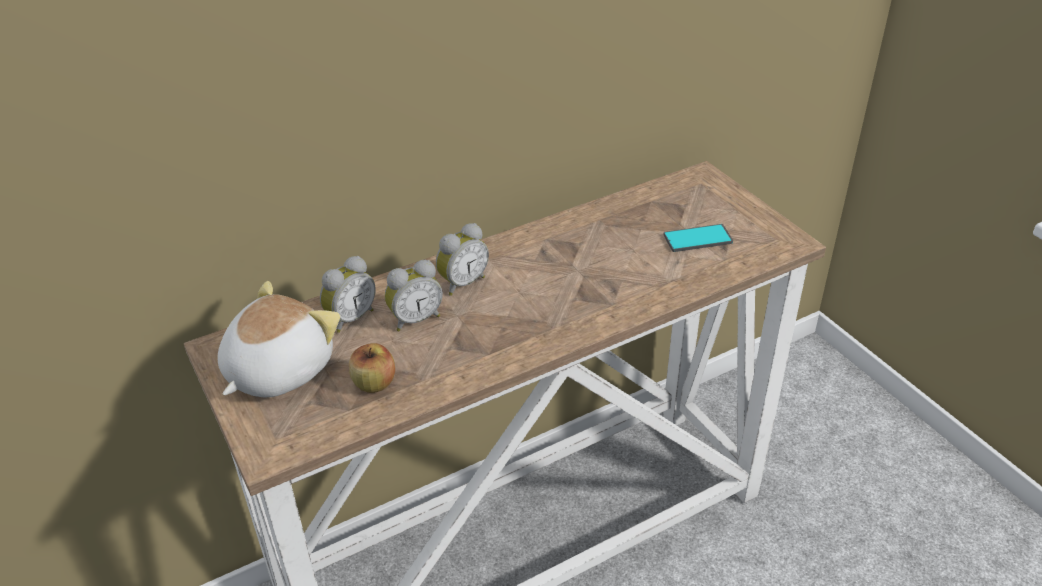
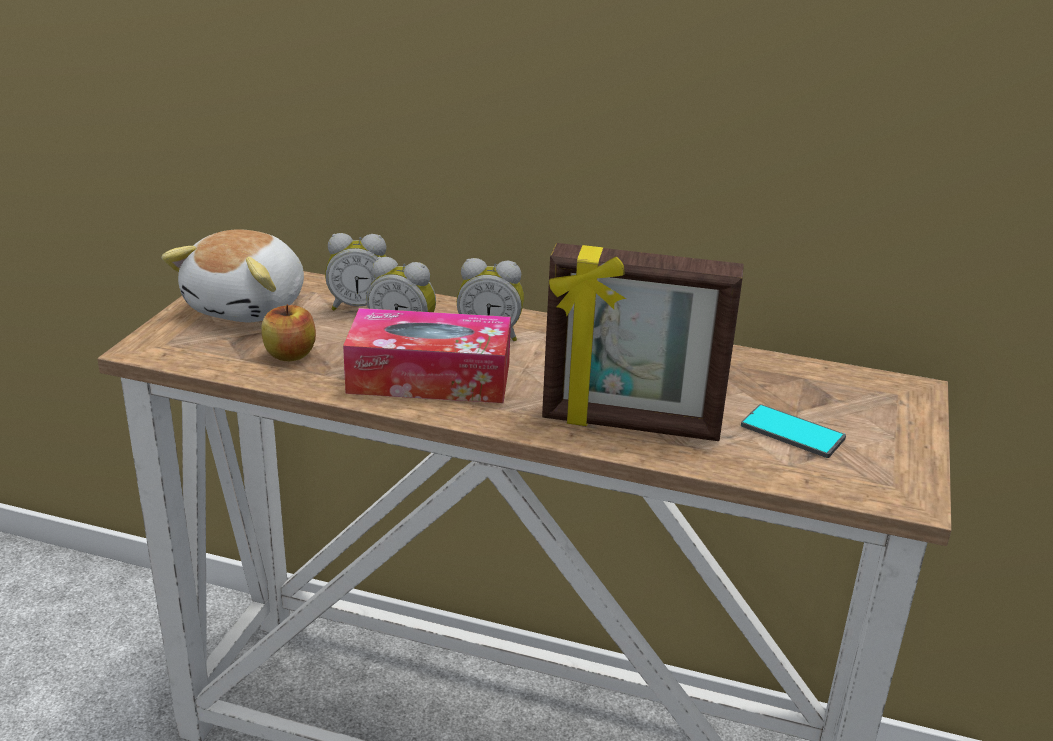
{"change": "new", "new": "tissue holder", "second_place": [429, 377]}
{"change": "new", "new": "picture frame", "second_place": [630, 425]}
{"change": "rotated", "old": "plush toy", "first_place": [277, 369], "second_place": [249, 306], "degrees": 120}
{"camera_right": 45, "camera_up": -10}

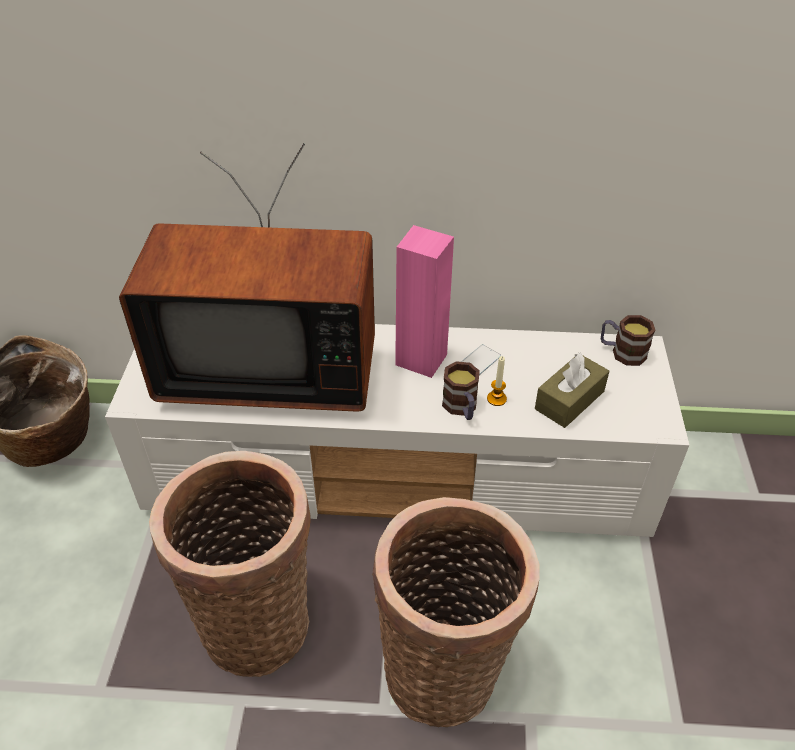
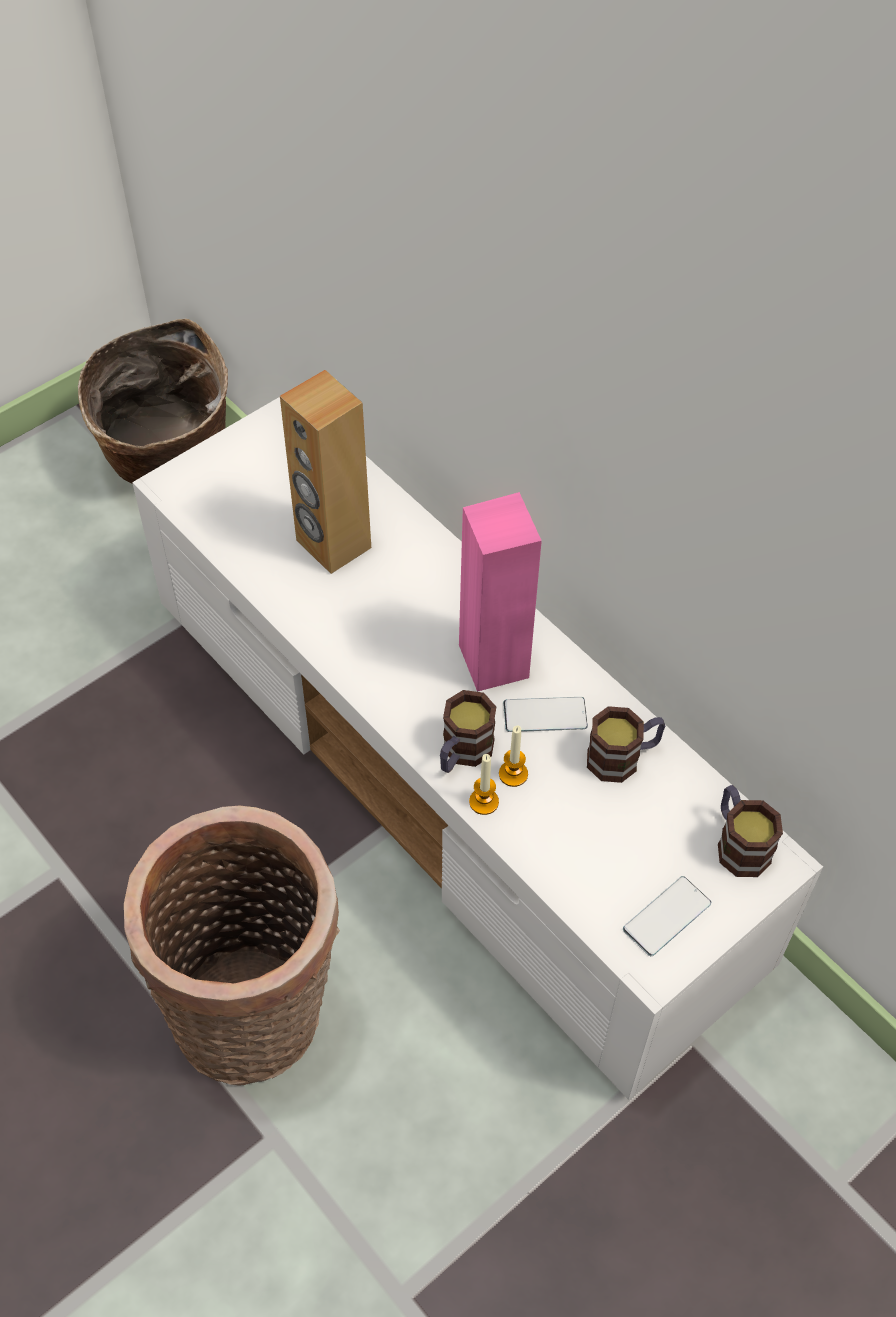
{"change": "gone", "old": "storage basket", "first_place": [256, 619]}
{"change": "gone", "old": "brown-coloured tissue holder", "first_place": [569, 400]}
{"change": "new", "new": "wax candle", "second_place": [484, 802]}
{"change": "new", "new": "coffee mug", "second_place": [623, 757]}
{"change": "new", "new": "telephone", "second_place": [667, 916]}
{"change": "swapped", "old": "TV", "new": "brown-coloured loudspeaker", "first_place": [269, 367], "second_place": [332, 544]}
{"camera_right": 45, "camera_up": 10}

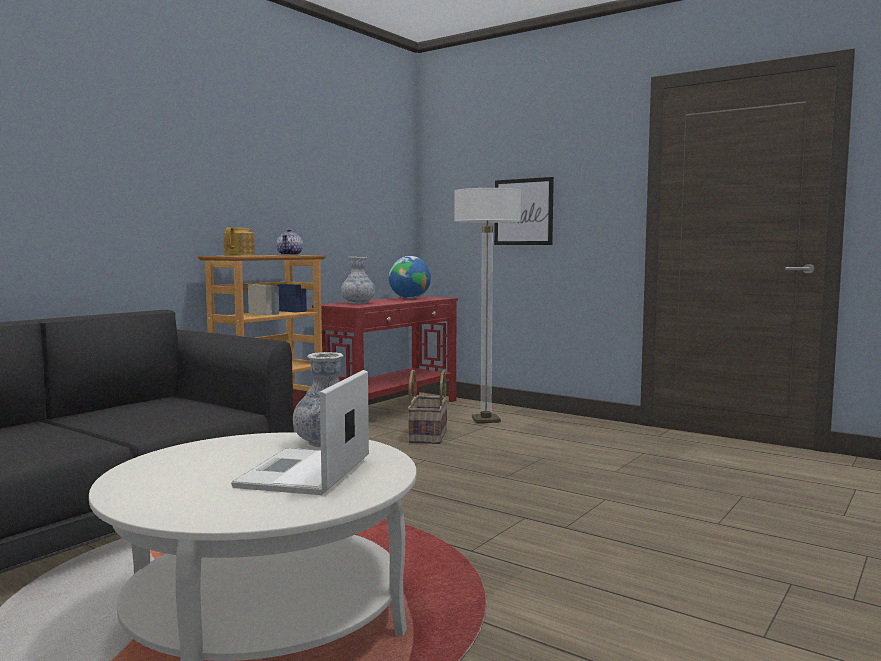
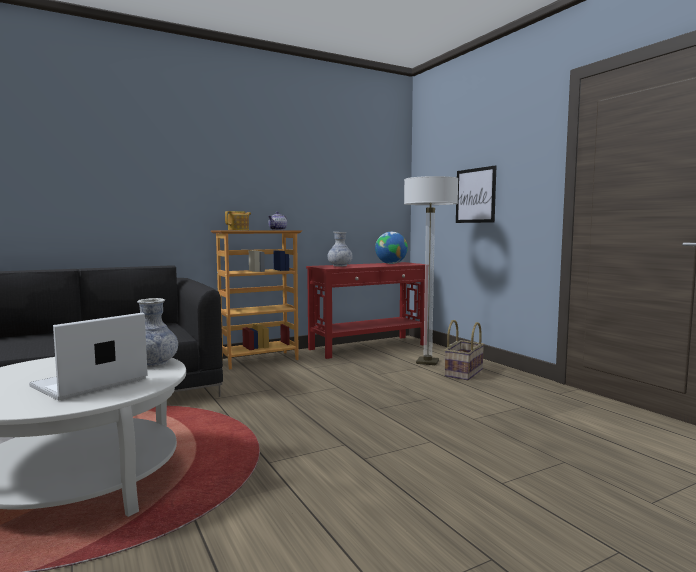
{"change": "shifted", "old": "storage basket", "first_place": [427, 436], "second_place": [463, 372]}
{"camera_right": 25, "camera_up": 0}

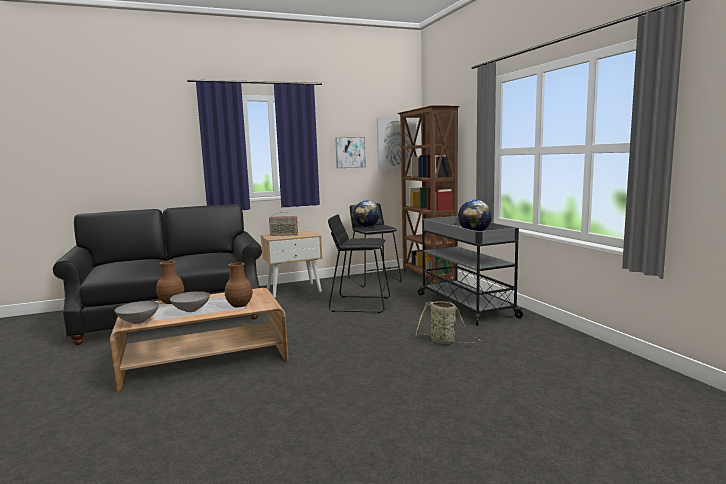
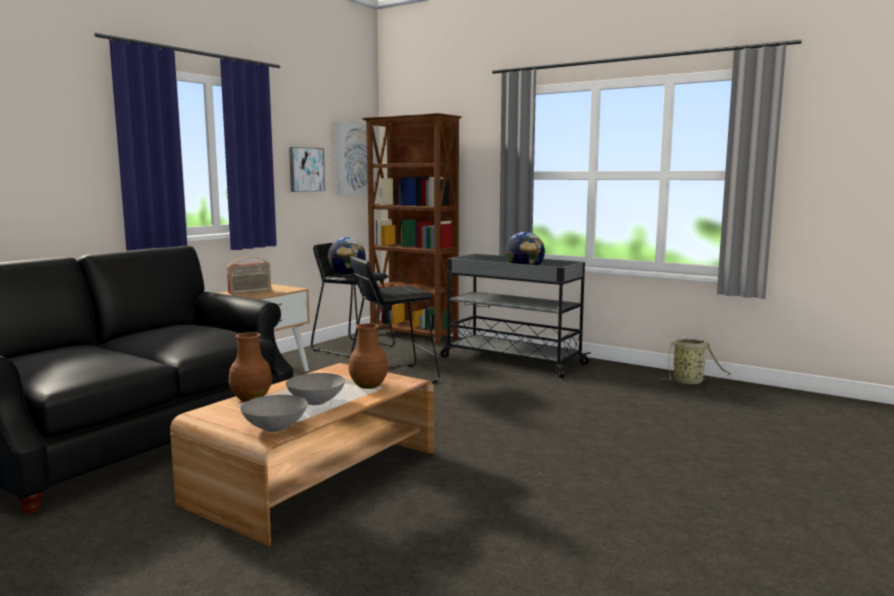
{"change": "shifted", "old": "storage basket", "first_place": [444, 341], "second_place": [690, 382]}
{"camera_right": -35, "camera_up": 0}

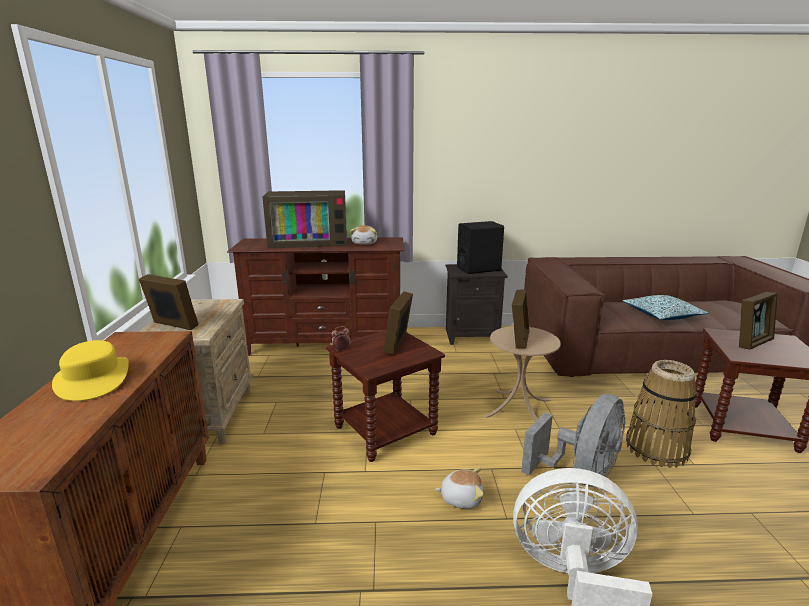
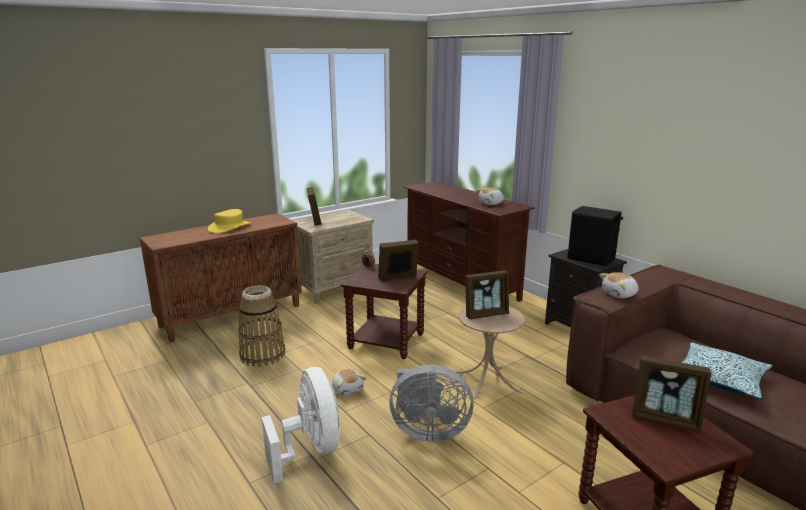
{"change": "gone", "old": "TV", "first_place": [310, 242]}
{"change": "new", "new": "plush toy", "second_place": [619, 294]}
{"change": "shifted", "old": "storage basket", "first_place": [656, 449], "second_place": [262, 355]}
{"camera_right": 55, "camera_up": 0}

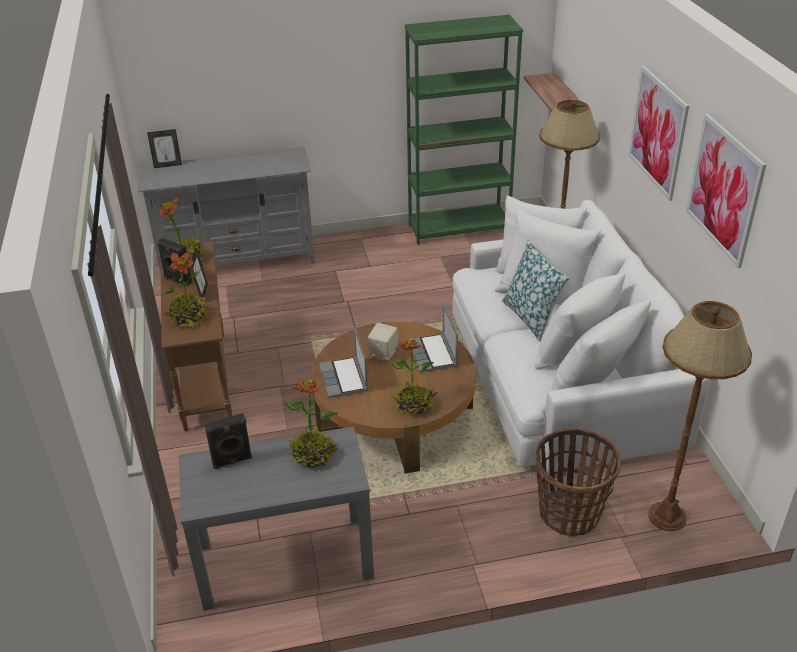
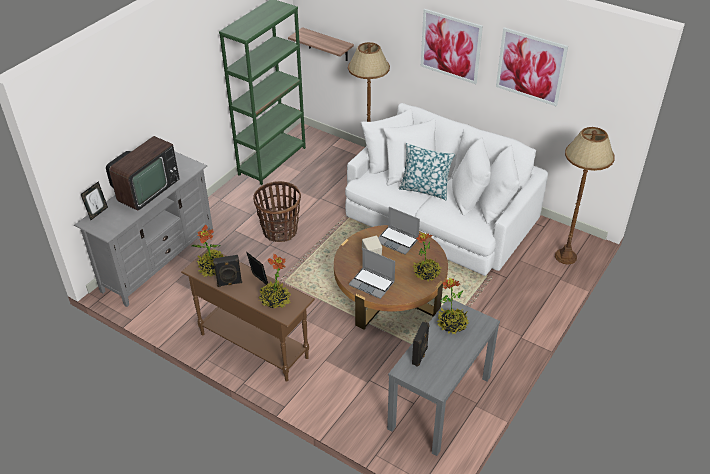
{"change": "new", "new": "TV", "second_place": [145, 189]}
{"change": "shifted", "old": "storage basket", "first_place": [569, 513], "second_place": [280, 231]}
{"camera_right": -45, "camera_up": 5}

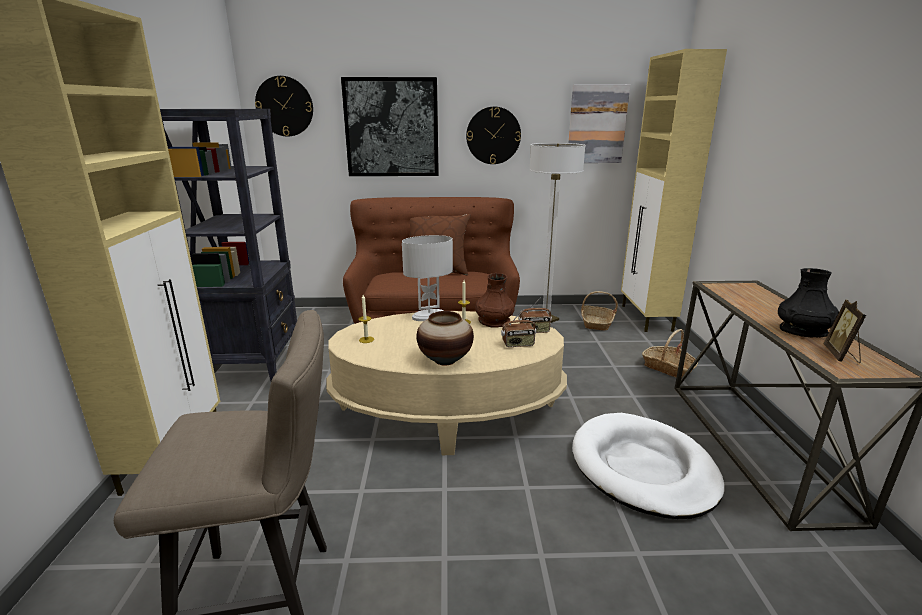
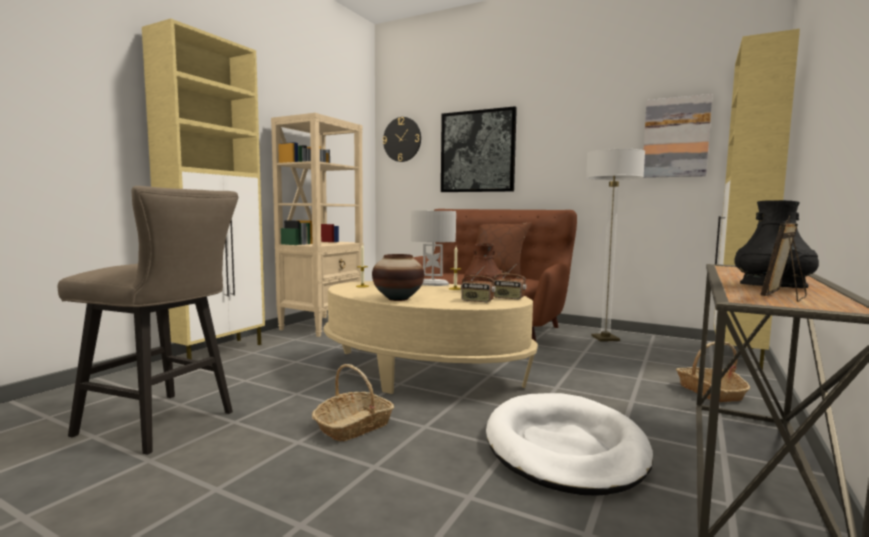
{"change": "gone", "old": "clock on the wall", "first_place": [493, 135]}
{"change": "shifted", "old": "storage basket", "first_place": [596, 323], "second_place": [354, 426]}
{"change": "repainted", "old": "blackish bookcase", "new": "beige bookcase", "first_place": [258, 368], "second_place": [322, 326]}
{"camera_right": 30, "camera_up": -15}

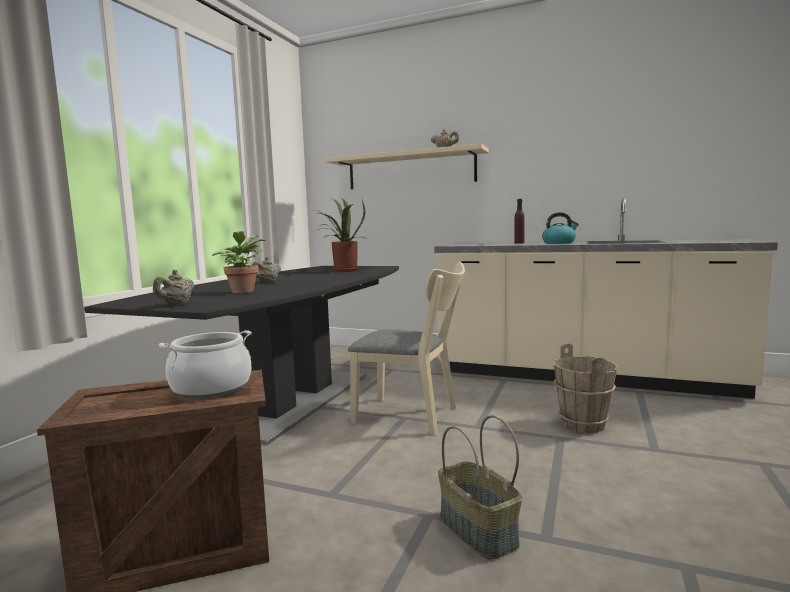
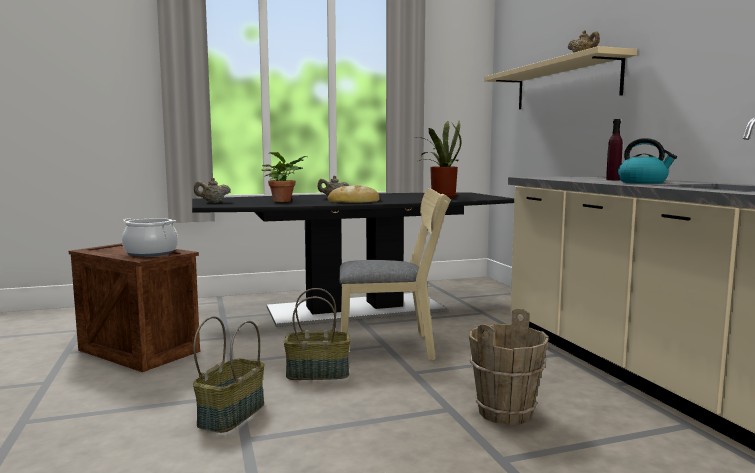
{"change": "new", "new": "storage basket", "second_place": [318, 373]}
{"change": "new", "new": "baked bread", "second_place": [354, 201]}
{"change": "rotated", "old": "beige upright chair", "first_place": [413, 416], "second_place": [394, 347], "degrees": -75}
{"camera_right": 50, "camera_up": 0}

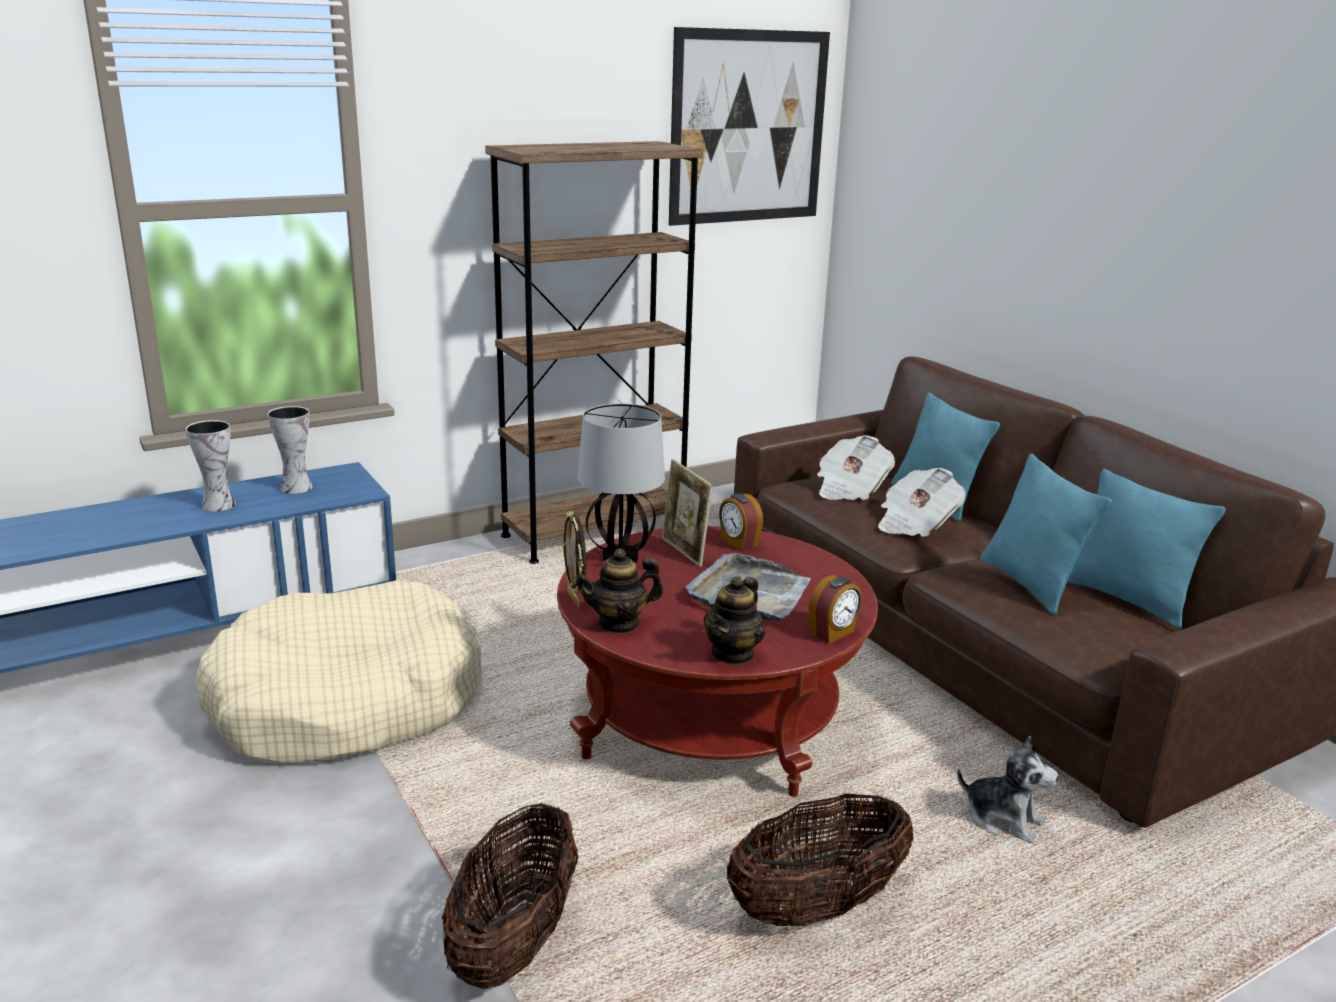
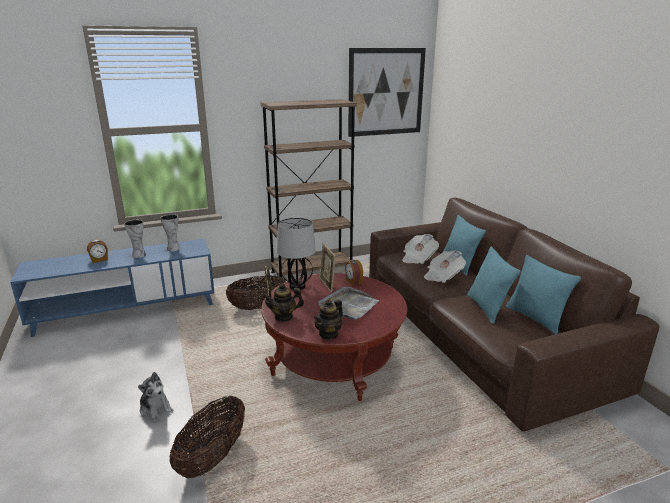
{"change": "gone", "old": "beige pet bed", "first_place": [346, 702]}
{"change": "shifted", "old": "storage basket", "first_place": [817, 906], "second_place": [258, 307]}
{"change": "shifted", "old": "table clock", "first_place": [833, 633], "second_place": [99, 260]}
{"change": "shifted", "old": "plush toy", "first_place": [1003, 819], "second_place": [156, 409]}
{"camera_right": 10, "camera_up": 0}

